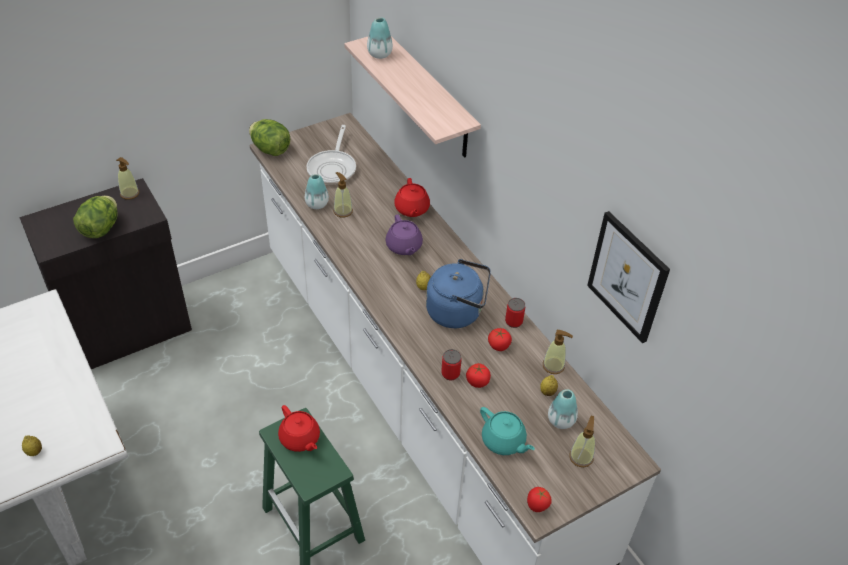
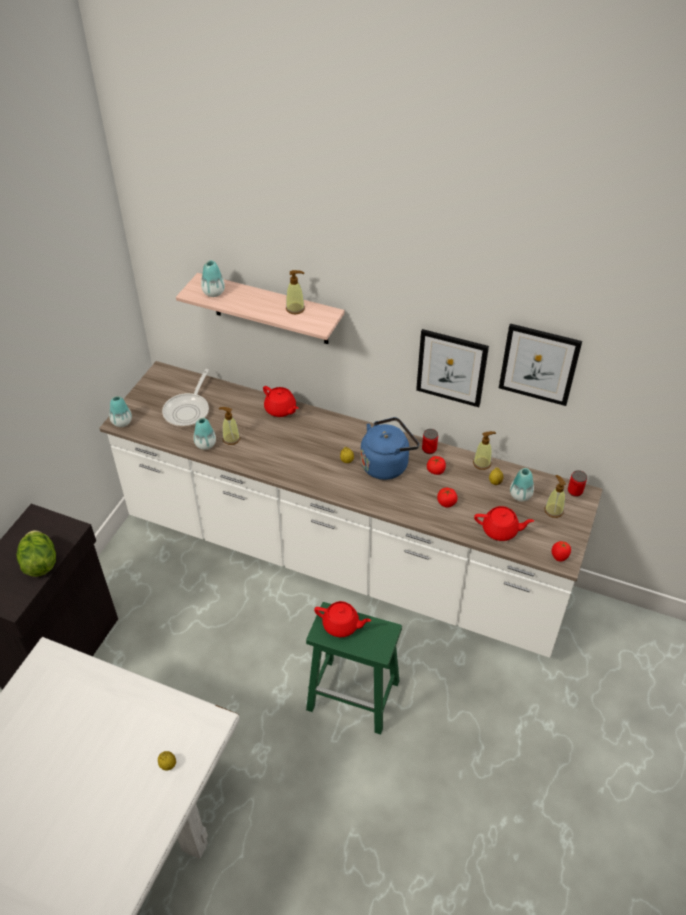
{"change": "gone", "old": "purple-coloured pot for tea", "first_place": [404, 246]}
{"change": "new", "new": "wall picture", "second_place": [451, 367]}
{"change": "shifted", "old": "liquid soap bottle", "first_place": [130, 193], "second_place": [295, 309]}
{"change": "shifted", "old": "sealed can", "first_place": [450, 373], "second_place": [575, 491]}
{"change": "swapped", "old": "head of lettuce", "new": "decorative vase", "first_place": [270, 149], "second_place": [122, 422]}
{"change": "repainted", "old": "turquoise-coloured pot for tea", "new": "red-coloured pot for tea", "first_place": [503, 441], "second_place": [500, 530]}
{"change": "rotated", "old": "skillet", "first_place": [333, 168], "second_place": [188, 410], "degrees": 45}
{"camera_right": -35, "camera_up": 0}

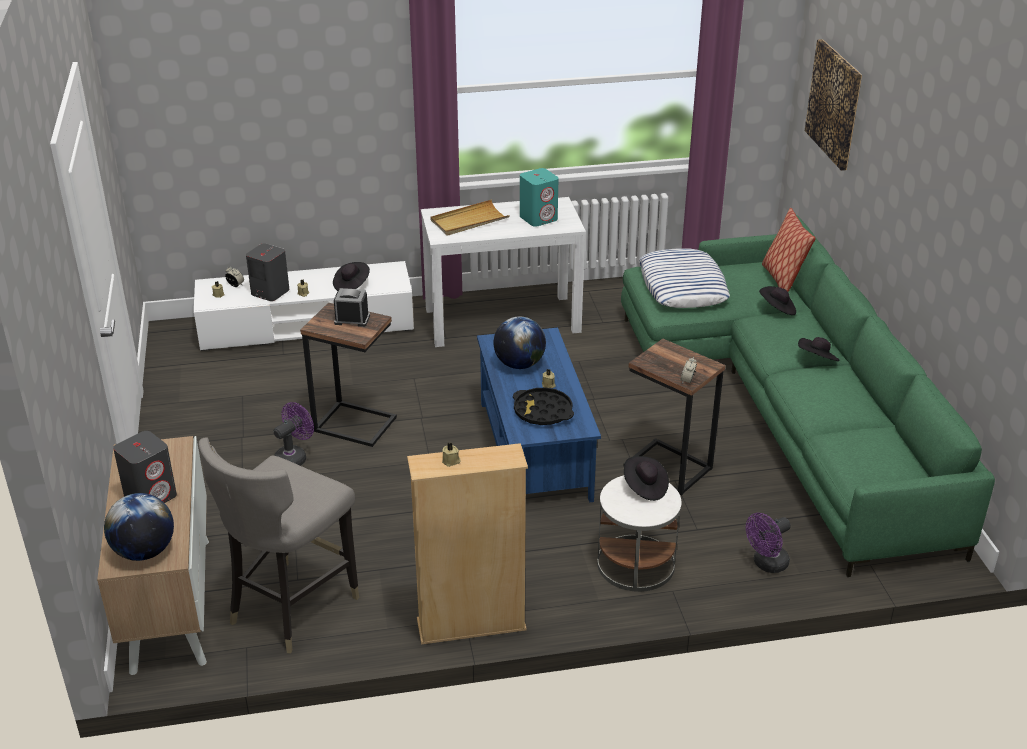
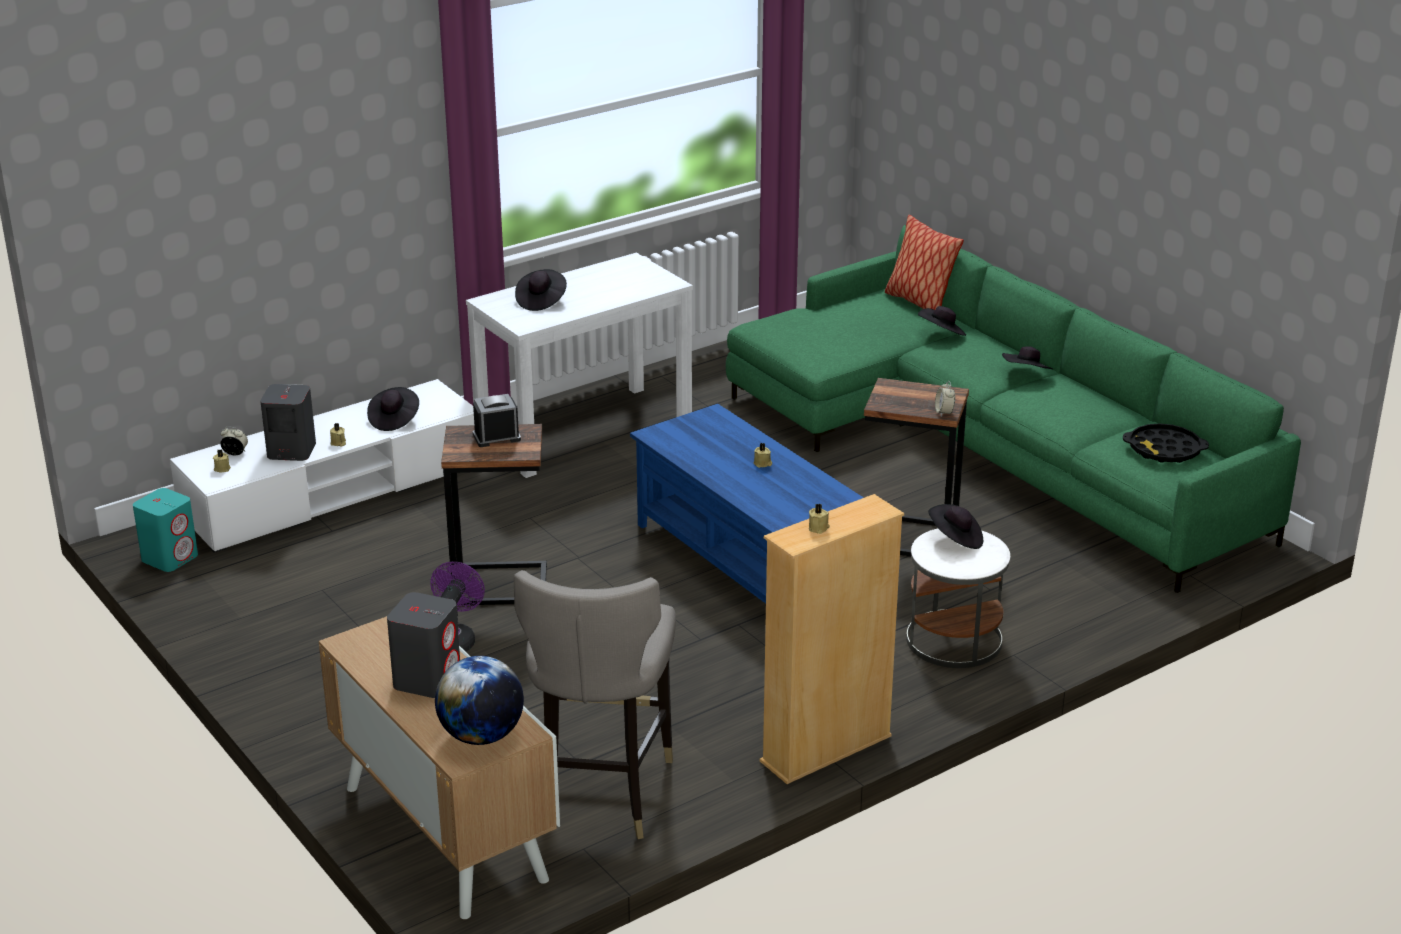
{"change": "gone", "old": "desk globe", "first_place": [519, 364]}
{"change": "gone", "old": "throw pillow", "first_place": [683, 286]}
{"change": "gone", "old": "purple-coloured cooling fan", "first_place": [766, 564]}
{"change": "gone", "old": "wall picture", "first_place": [834, 104]}
{"change": "shifted", "old": "blackish tray", "first_place": [543, 411], "second_place": [1164, 450]}
{"change": "shifted", "old": "turquoise-coloured loudspeaker", "first_place": [539, 218], "second_place": [170, 558]}
{"change": "swapped", "old": "beige tray", "new": "blackish hat", "first_place": [469, 221], "second_place": [541, 301]}
{"camera_right": -25, "camera_up": -5}

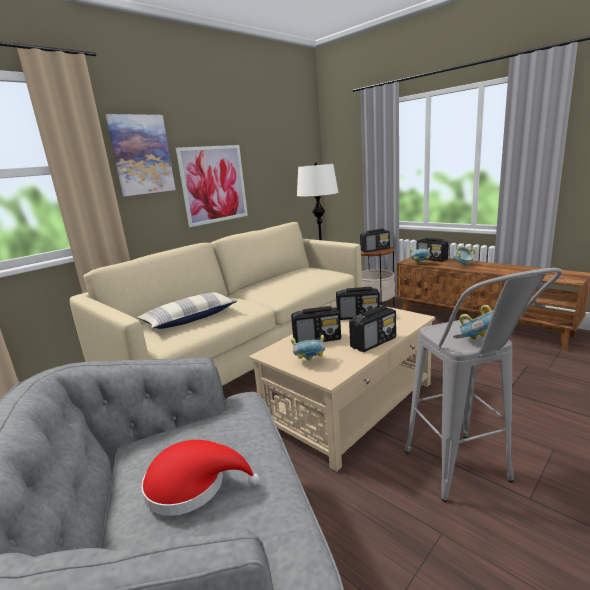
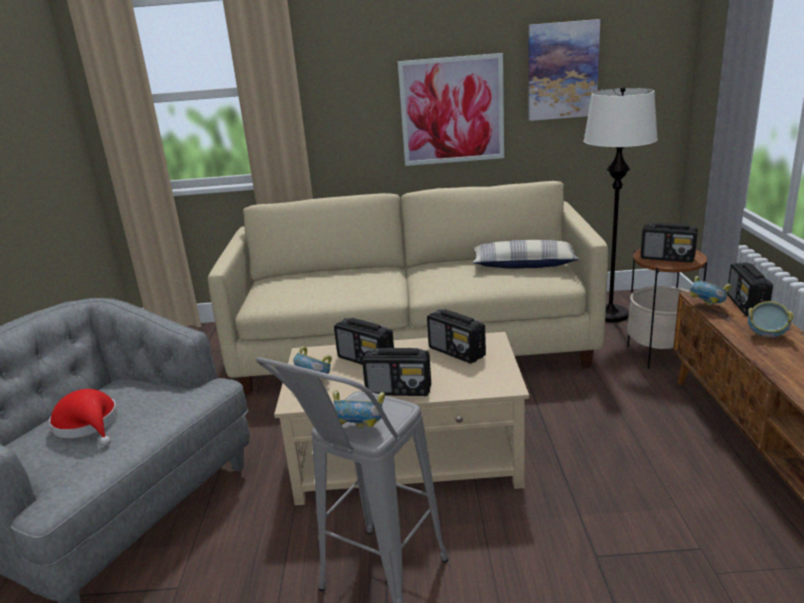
{"change": "shifted", "old": "wall picture", "first_place": [142, 155], "second_place": [562, 71]}
{"change": "shifted", "old": "throw pillow", "first_place": [190, 319], "second_place": [524, 264]}
{"camera_right": 45, "camera_up": 5}

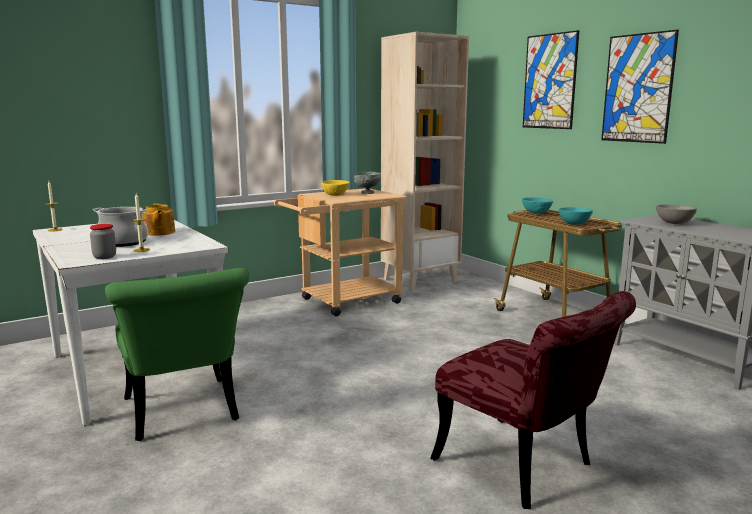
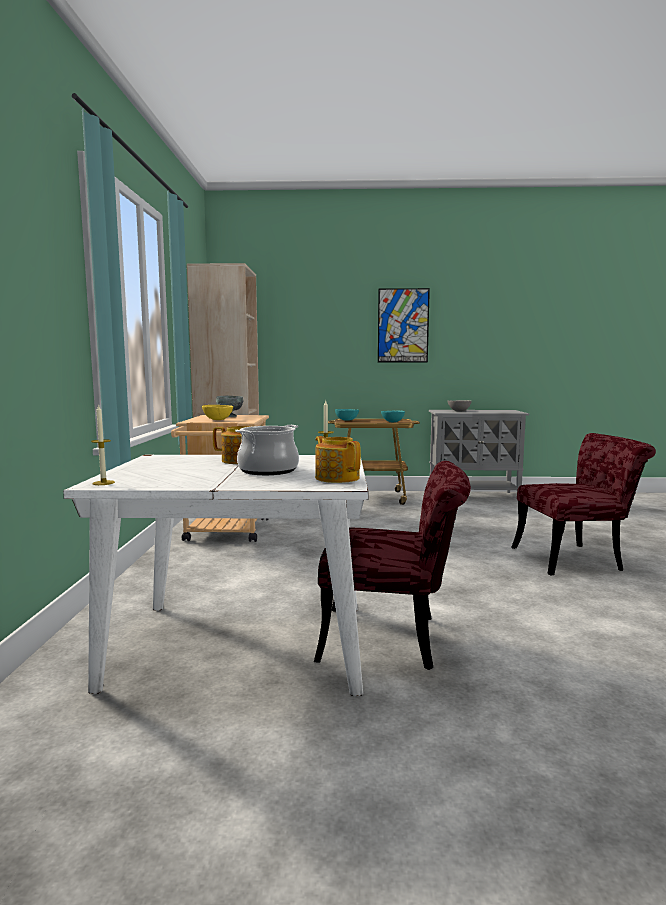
{"change": "gone", "old": "wall picture", "first_place": [549, 81]}
{"change": "swapped", "old": "preserve jar", "new": "pot for tea", "first_place": [104, 257], "second_place": [337, 478]}
{"change": "repainted", "old": "greenish upright chair", "new": "red-coloured upright chair", "first_place": [184, 415], "second_place": [393, 639]}
{"camera_right": -55, "camera_up": -5}

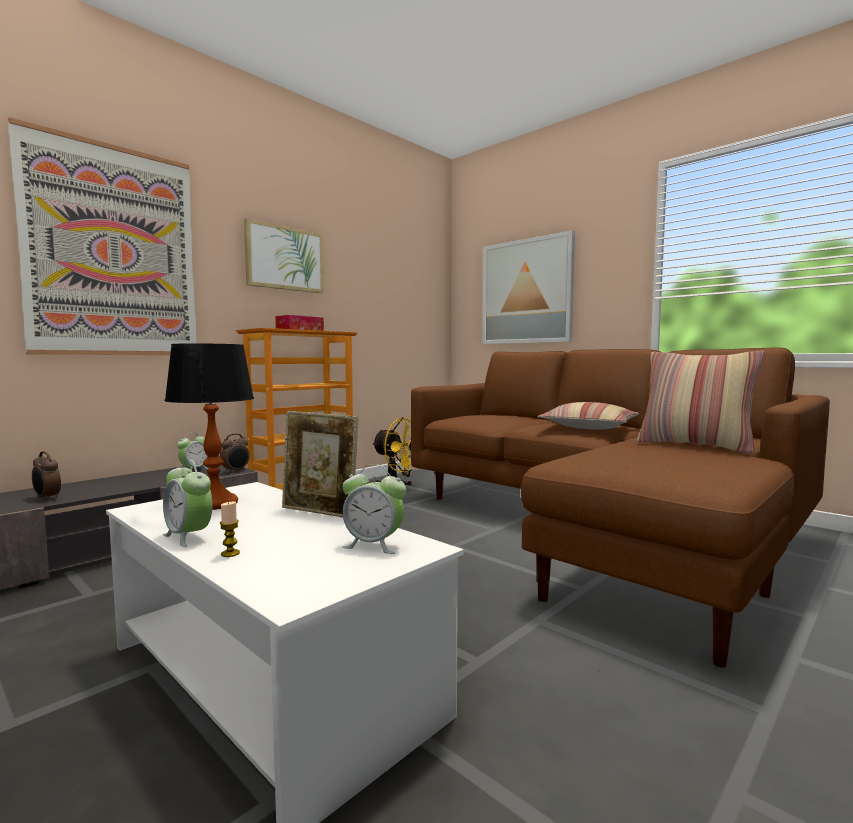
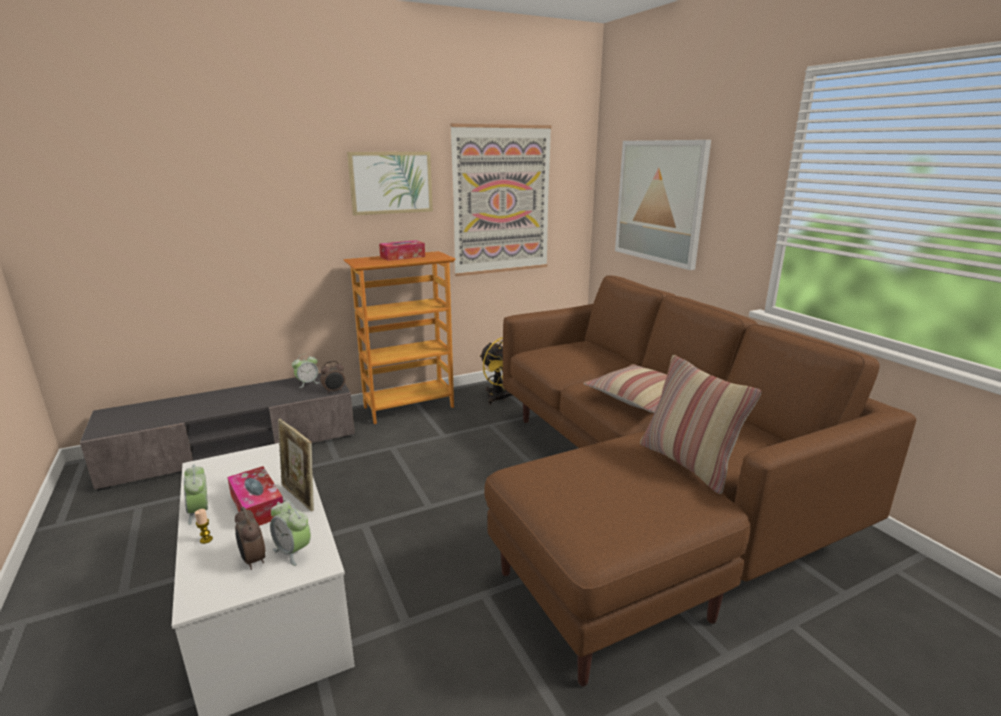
{"change": "gone", "old": "table lamp", "first_place": [214, 504]}
{"change": "new", "new": "tissue holder", "second_place": [257, 505]}
{"change": "shifted", "old": "wall picture", "first_place": [113, 252], "second_place": [501, 201]}
{"change": "shifted", "old": "table clock", "first_place": [47, 498], "second_place": [253, 560]}
{"camera_right": 20, "camera_up": 15}

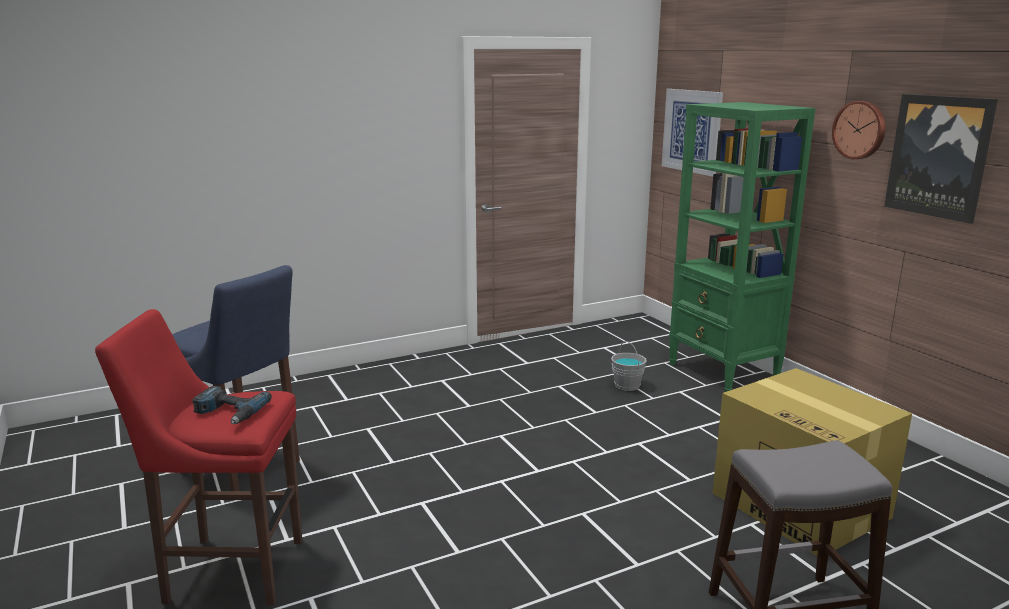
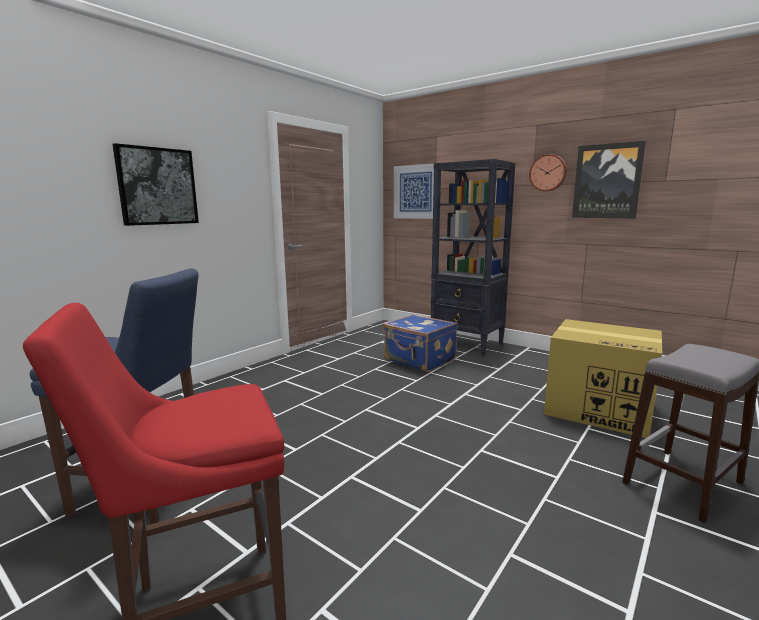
{"change": "gone", "old": "drill", "first_place": [229, 413]}
{"change": "new", "new": "wall picture", "second_place": [157, 186]}
{"change": "swapped", "old": "grey water bucket", "new": "blue-coloured travel case", "first_place": [627, 385], "second_place": [419, 360]}
{"change": "repainted", "old": "greenish bookcase", "new": "blackish bookcase", "first_place": [723, 373], "second_place": [467, 344]}
{"camera_right": -25, "camera_up": -5}

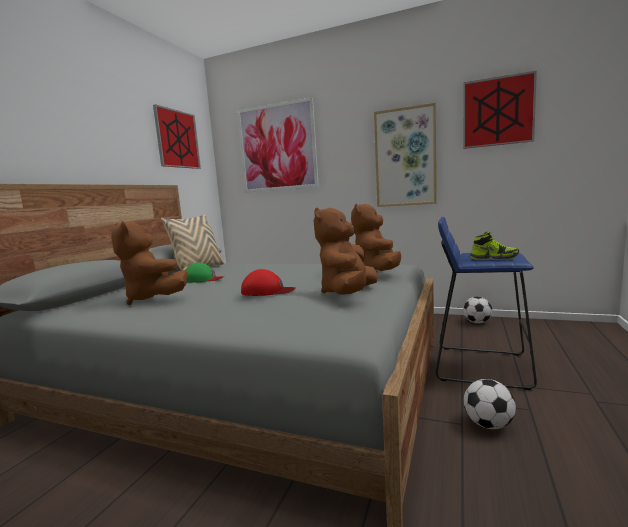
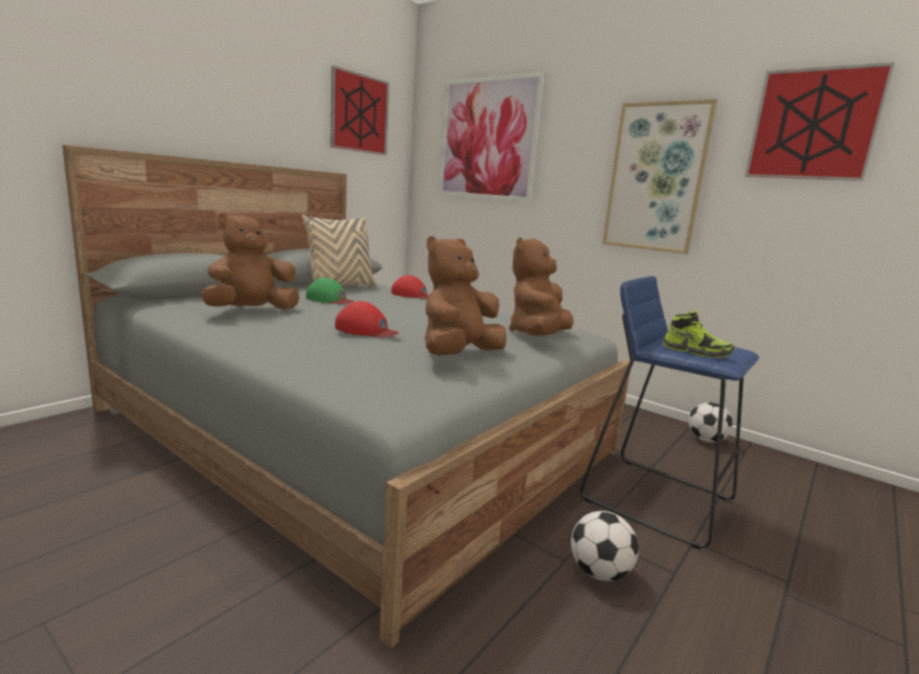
{"change": "new", "new": "red-coloured cap", "second_place": [412, 295]}
{"change": "rotated", "old": "brown-coloured plush toy", "first_place": [153, 299], "second_place": [251, 311], "degrees": 75}
{"camera_right": 15, "camera_up": 5}

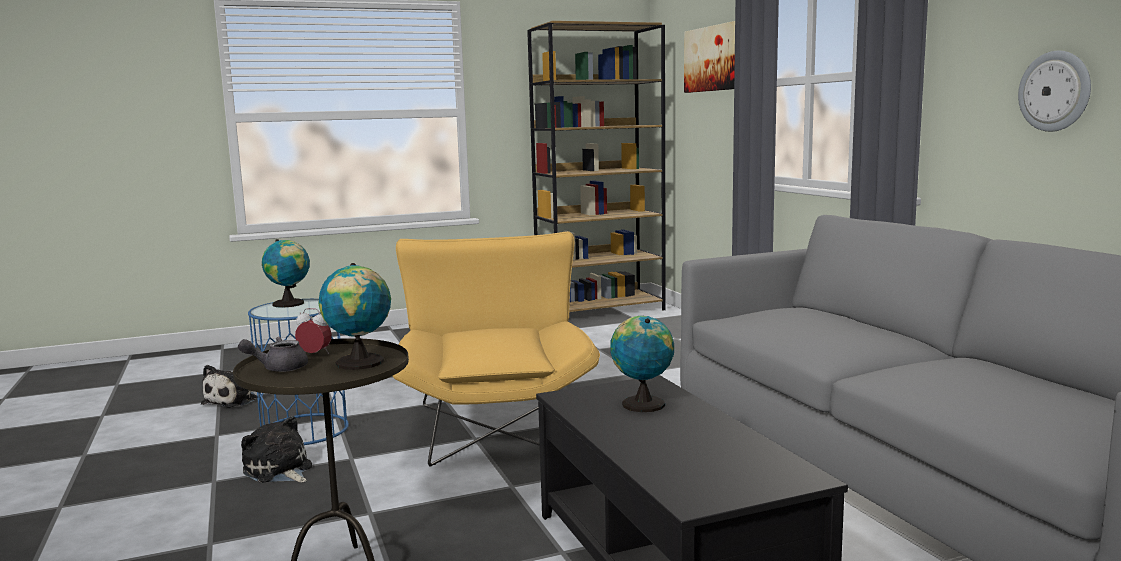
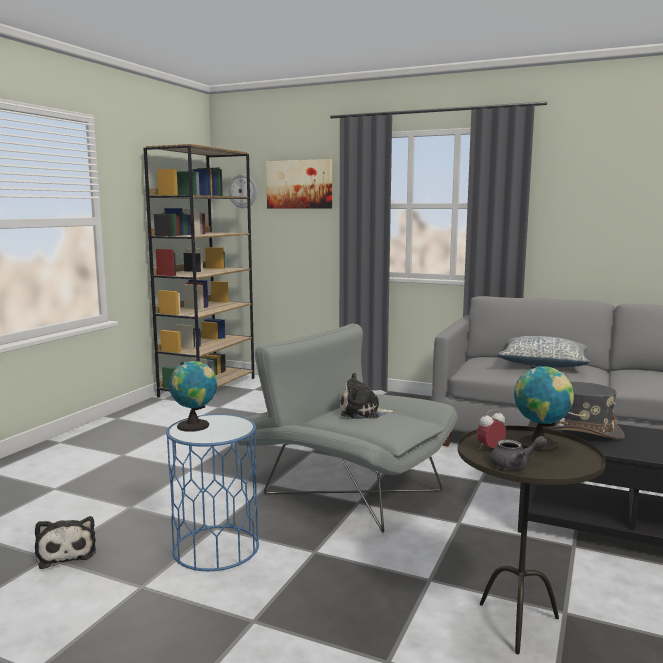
{"change": "new", "new": "throw pillow", "second_place": [544, 364]}
{"change": "shifted", "old": "plush toy", "first_place": [279, 471], "second_place": [363, 413]}
{"change": "shifted", "old": "clock on the wall", "first_place": [1055, 91], "second_place": [243, 191]}
{"change": "swapped", "old": "desk globe", "new": "grey hat", "first_place": [641, 403], "second_place": [582, 431]}
{"change": "repainted", "old": "yellowish easy chair", "new": "grey easy chair", "first_place": [495, 422], "second_place": [344, 487]}
{"change": "rotated", "old": "grey pot for tea", "first_place": [278, 368], "second_place": [515, 465], "degrees": -120}
{"camera_right": -45, "camera_up": 0}

